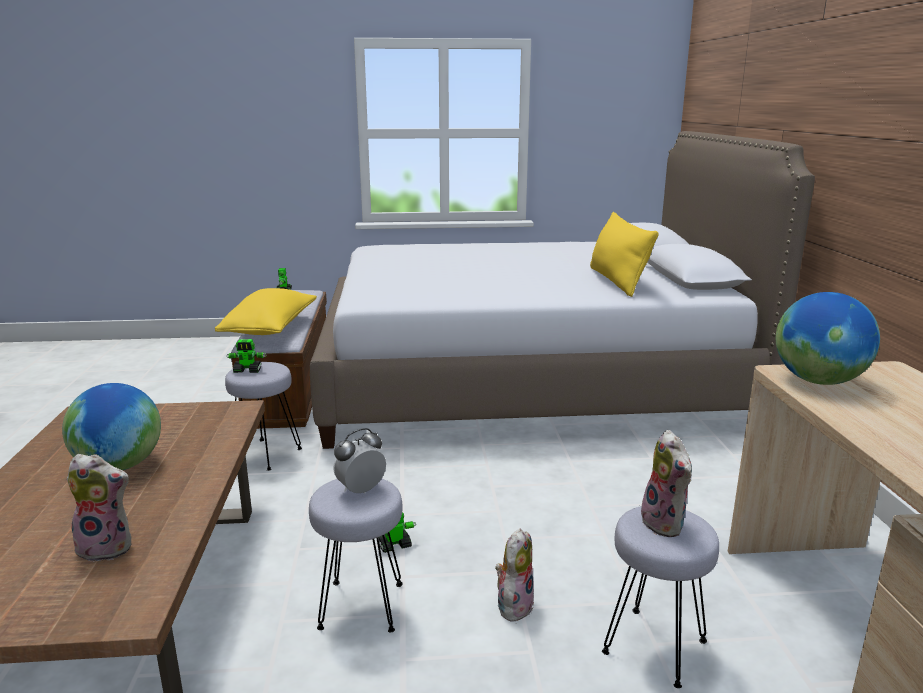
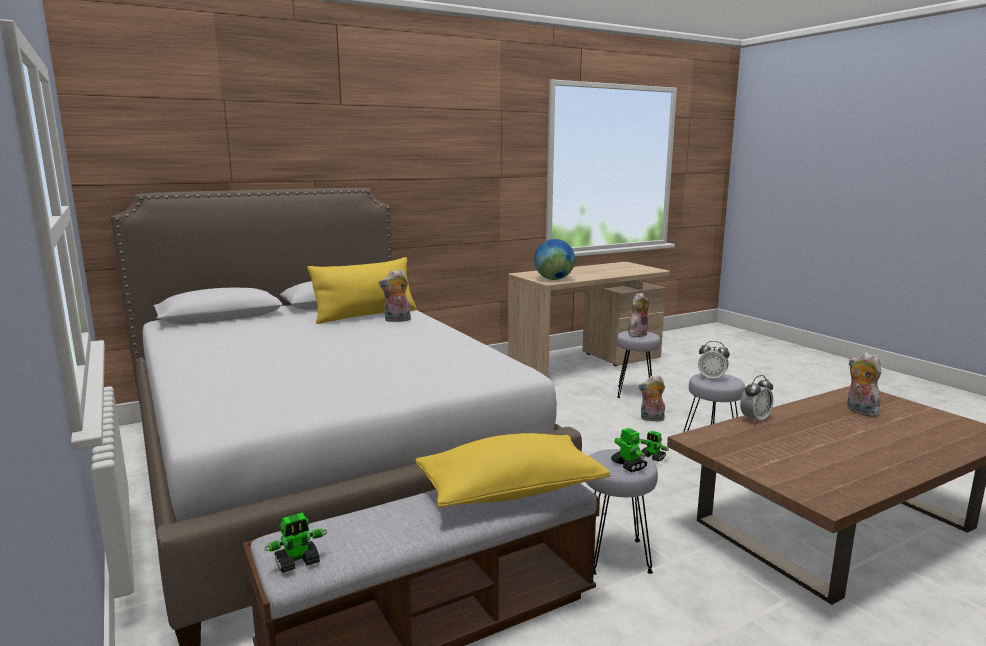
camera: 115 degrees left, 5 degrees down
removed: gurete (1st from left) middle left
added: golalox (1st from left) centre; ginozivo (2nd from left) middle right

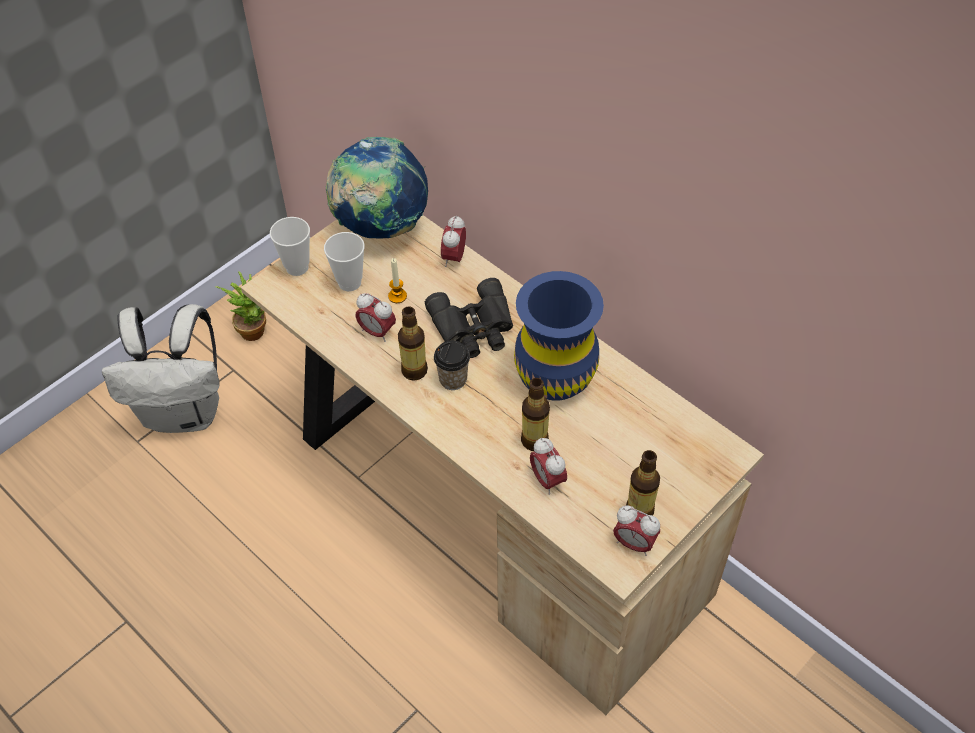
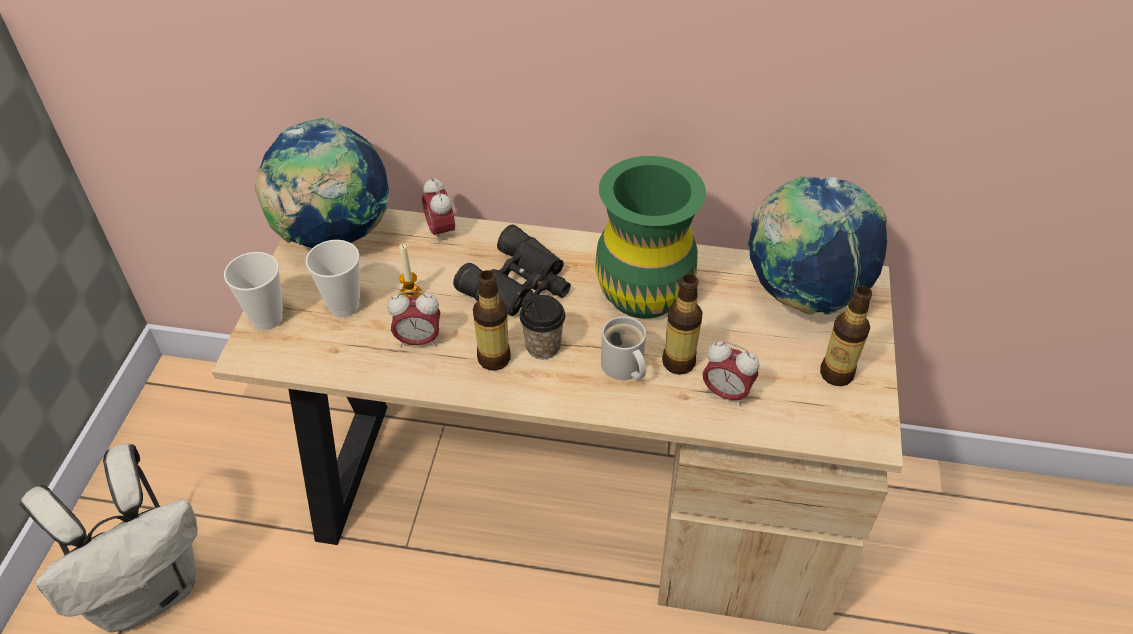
camera: 35 degrees left, 5 degrees down
removed: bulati middle left; ginozivo (4th from left) bottom centre
added: gurete (2nd from left) middle right; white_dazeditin centre
recoloured: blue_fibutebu centre to green_fibutebu centre

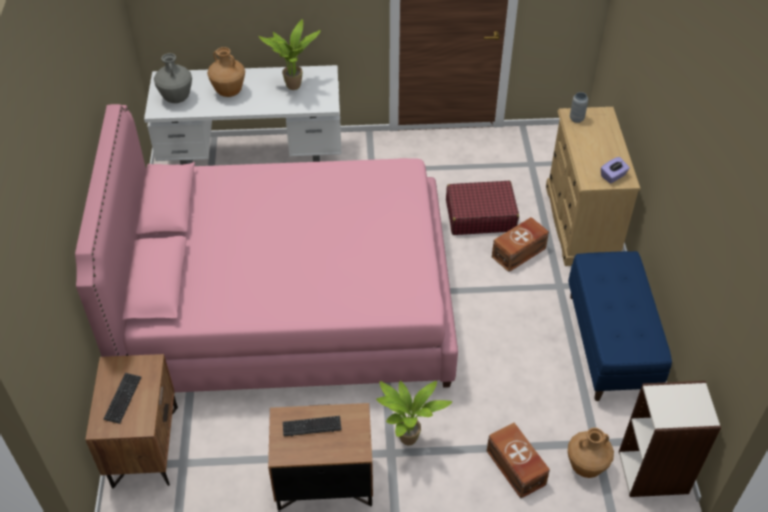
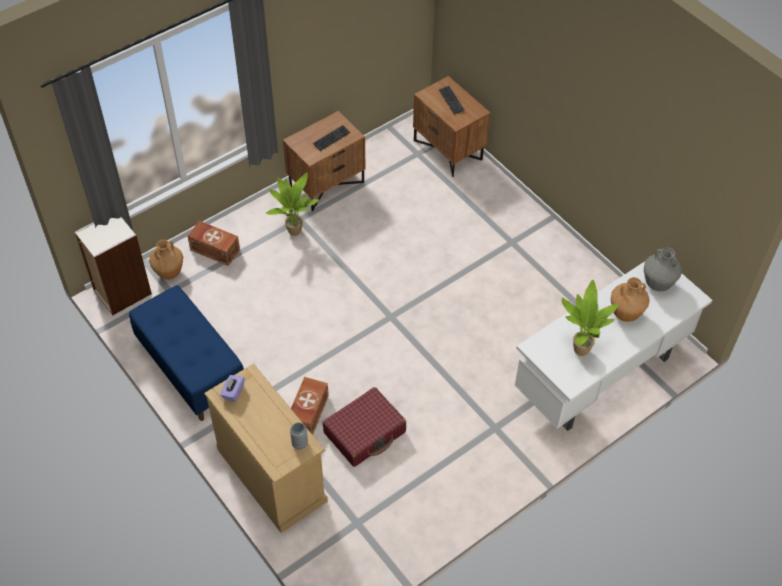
camera: 145 degrees right, 5 degrees up
removed: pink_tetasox centre

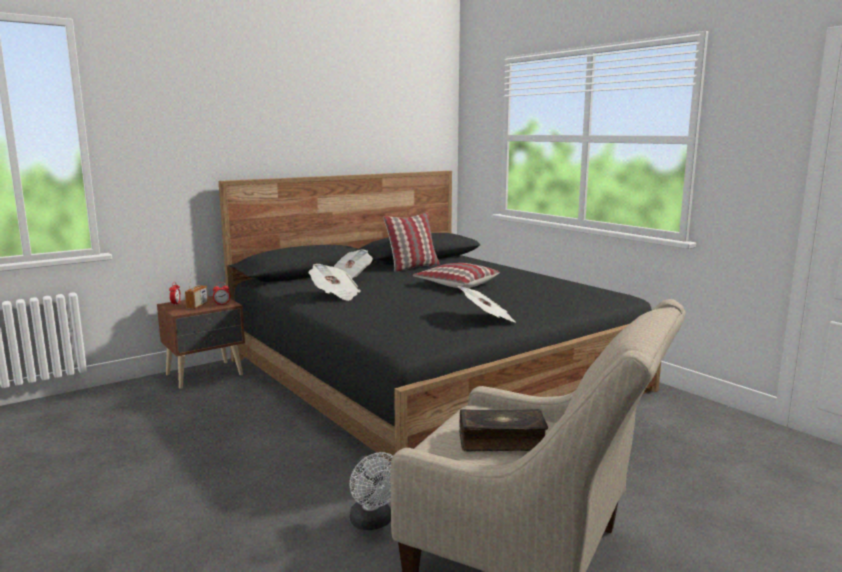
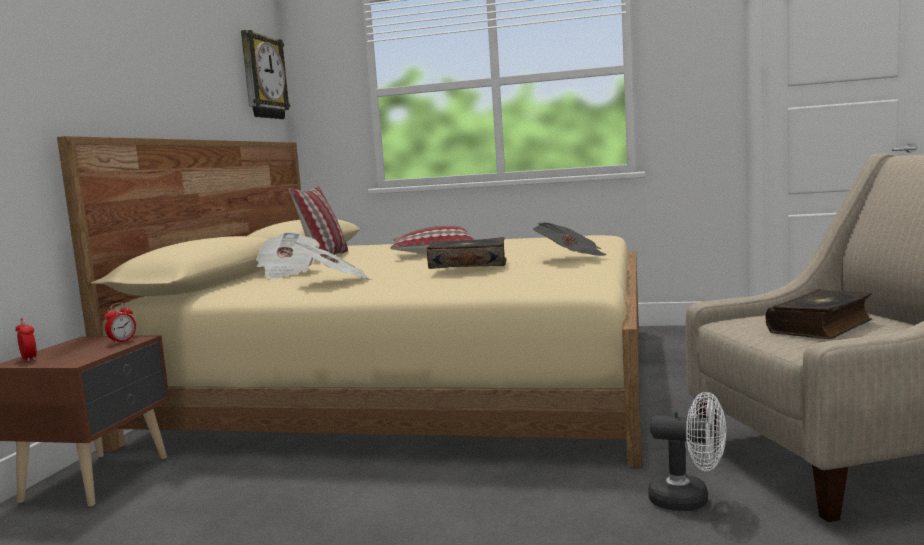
camera: 40 degrees left, 5 degrees down
removed: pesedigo middle left
added: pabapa top left; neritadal (1st from left) centre
recoloured: black_tetasox centre to beige_tetasox centre

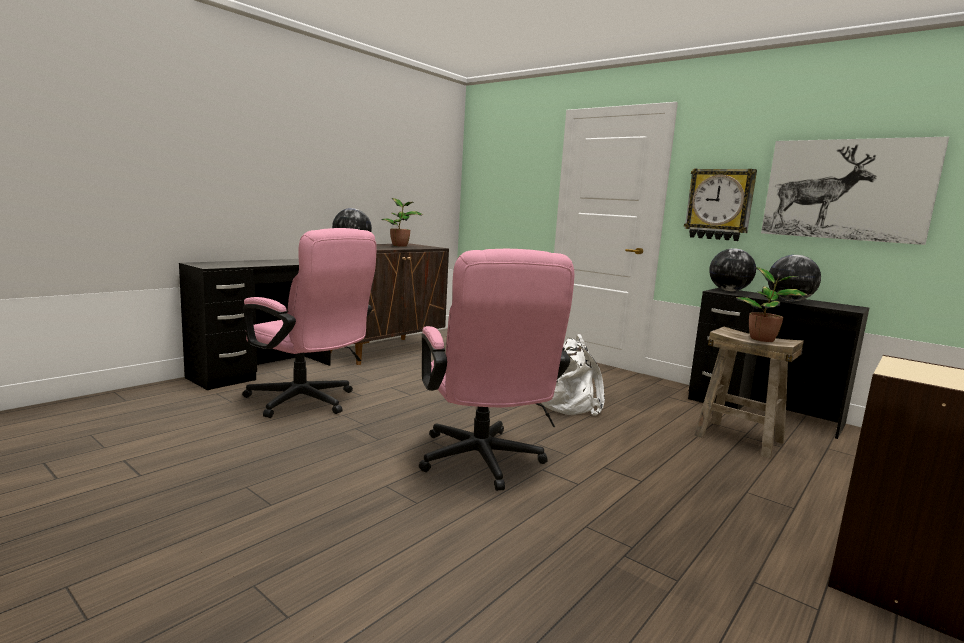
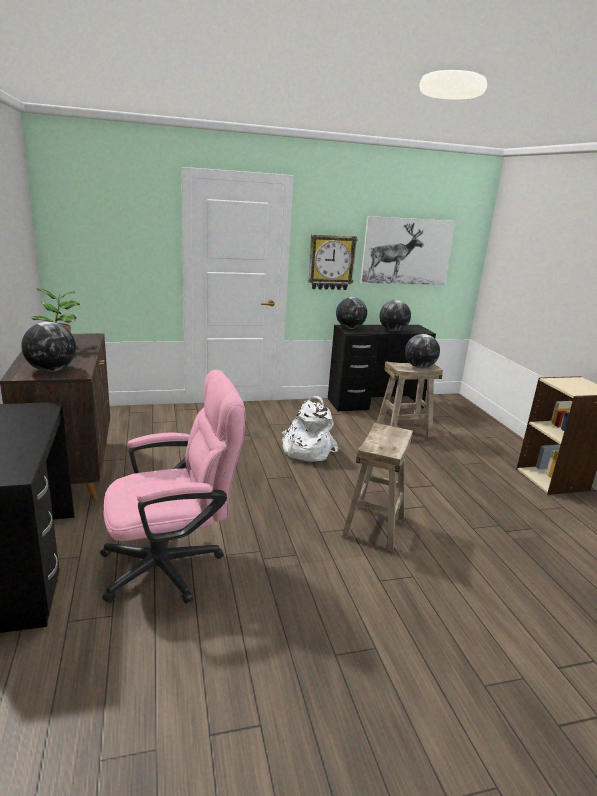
camera: 55 degrees left, 10 degrees up
replaced: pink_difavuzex (2nd from left) centre to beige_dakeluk (1st from left) centre; bulati (2nd from left) middle right to gurete (4th from left) middle right

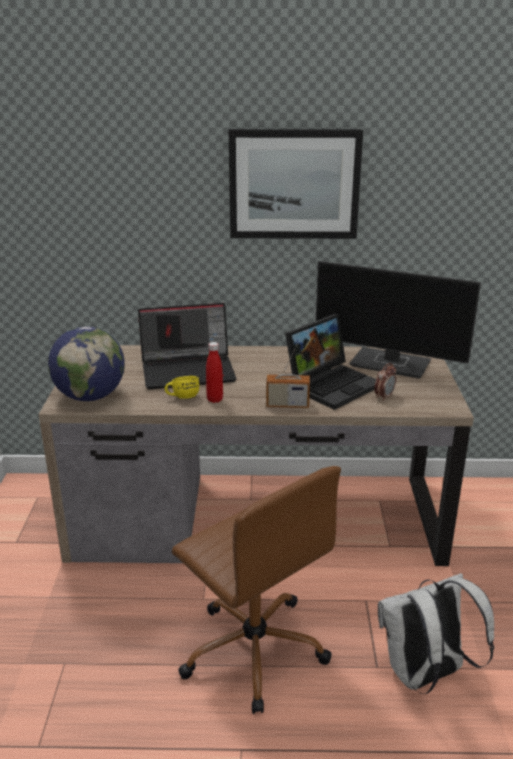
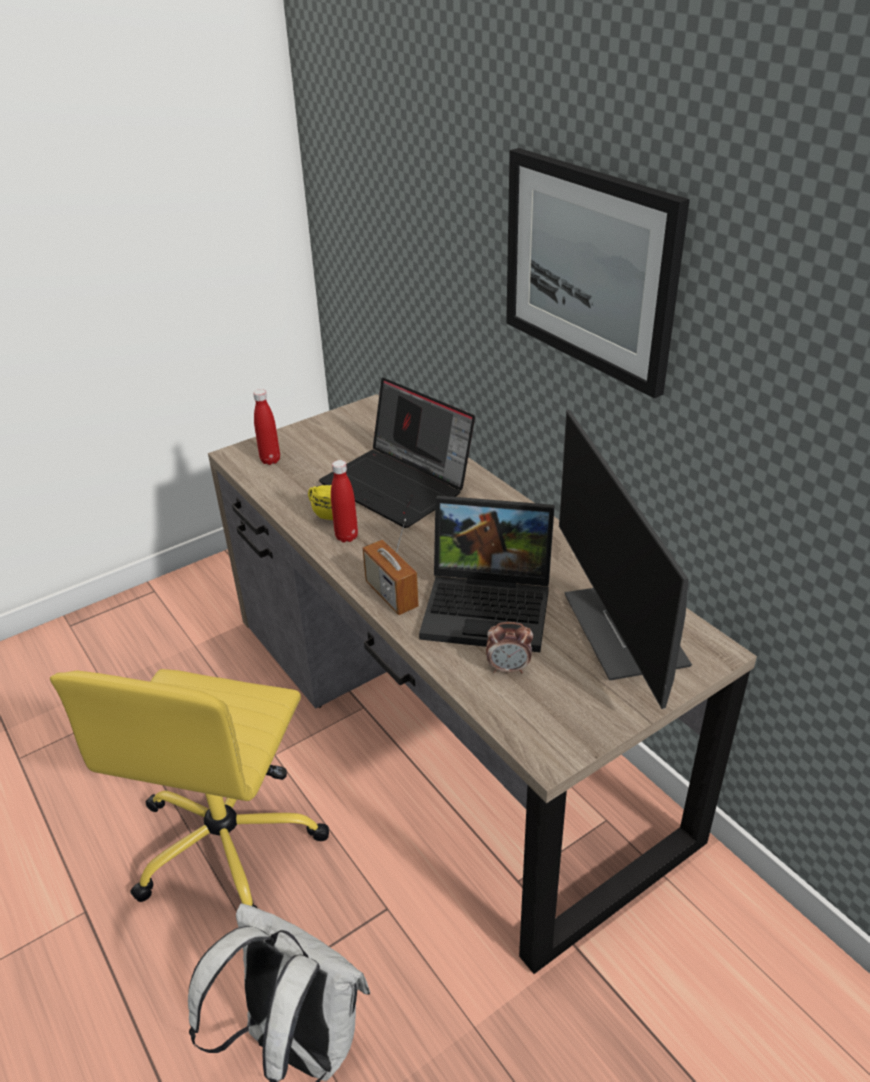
camera: 55 degrees right, 10 degrees up
replaced: gurete middle left to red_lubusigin (1st from left) middle left
recoloured: brown_difavuzex bottom centre to yellow_difavuzex bottom left

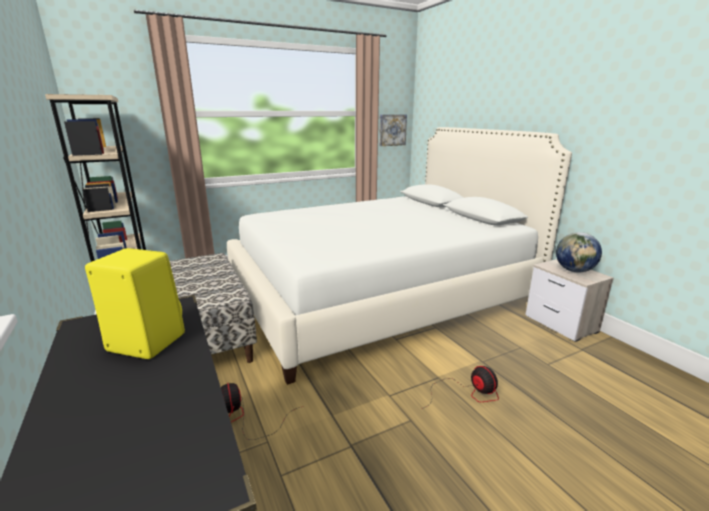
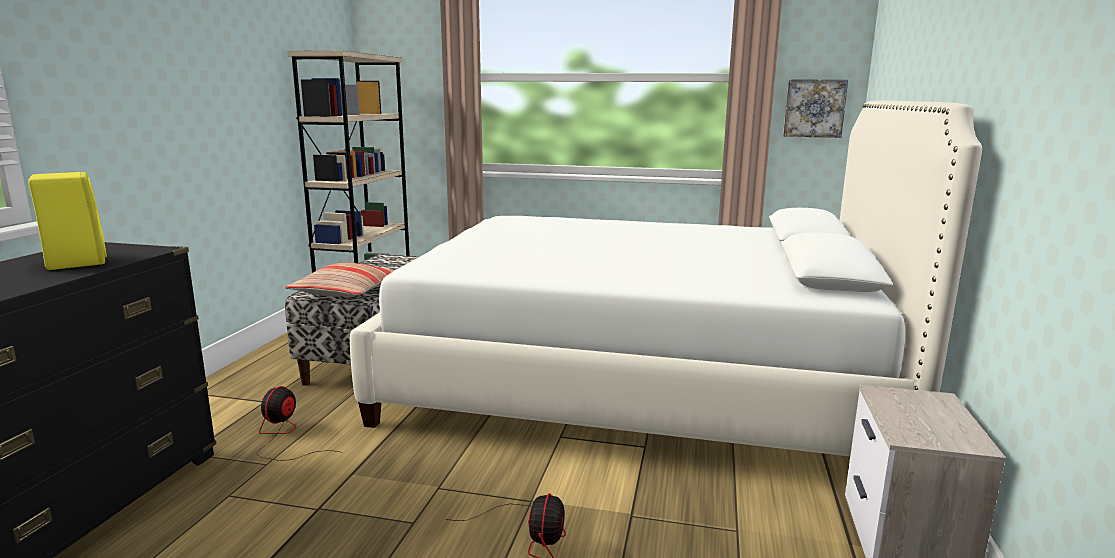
camera: 40 degrees right, 5 degrees down
removed: gurete middle right
added: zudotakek middle left

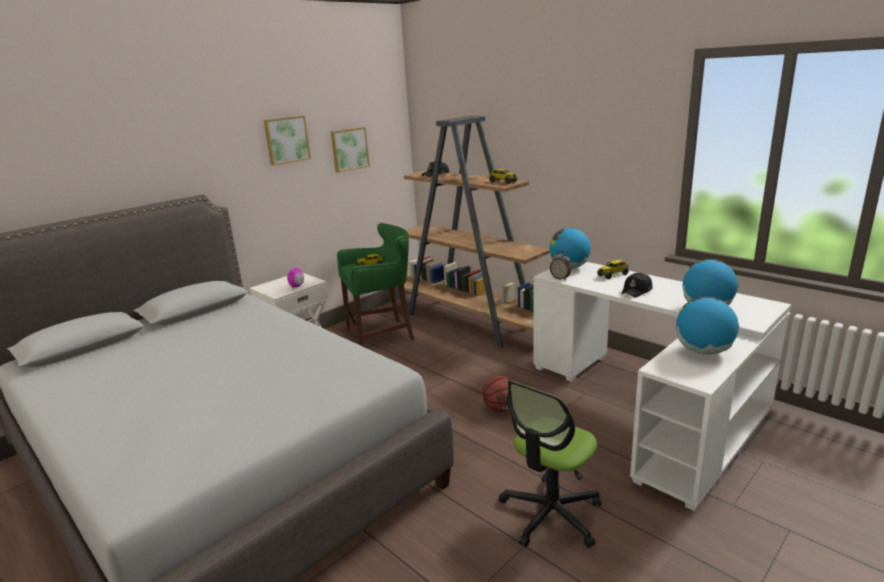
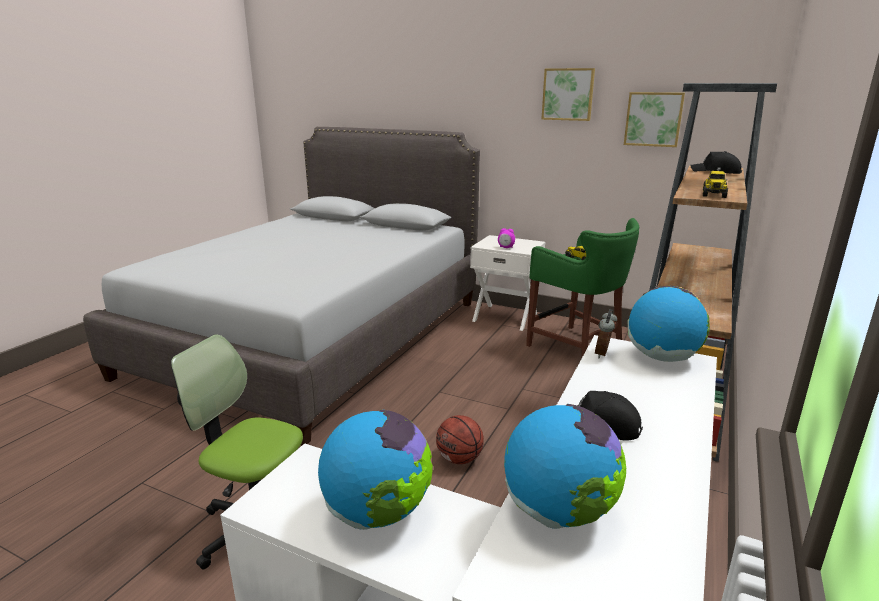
camera: 70 degrees right, 0 degrees up
removed: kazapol (3rd from left) middle right

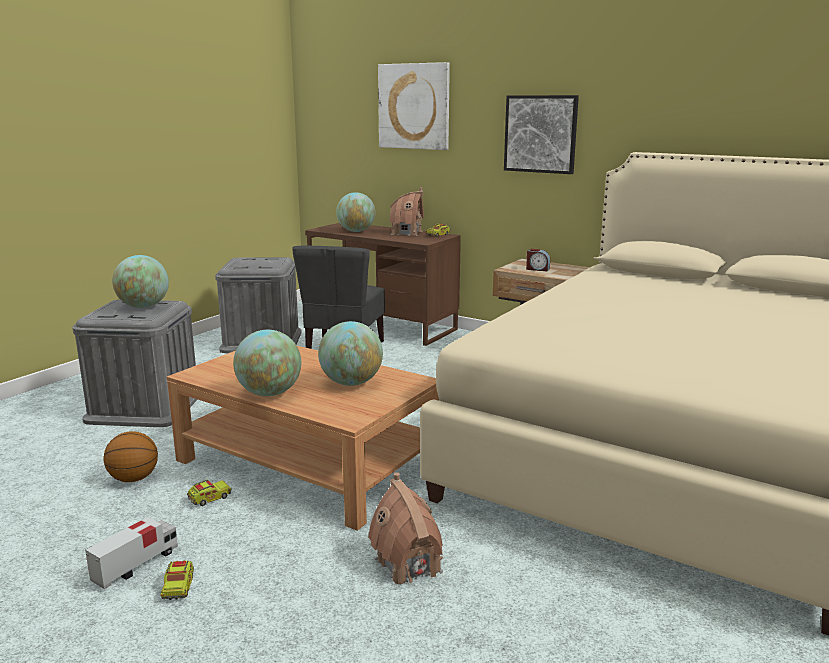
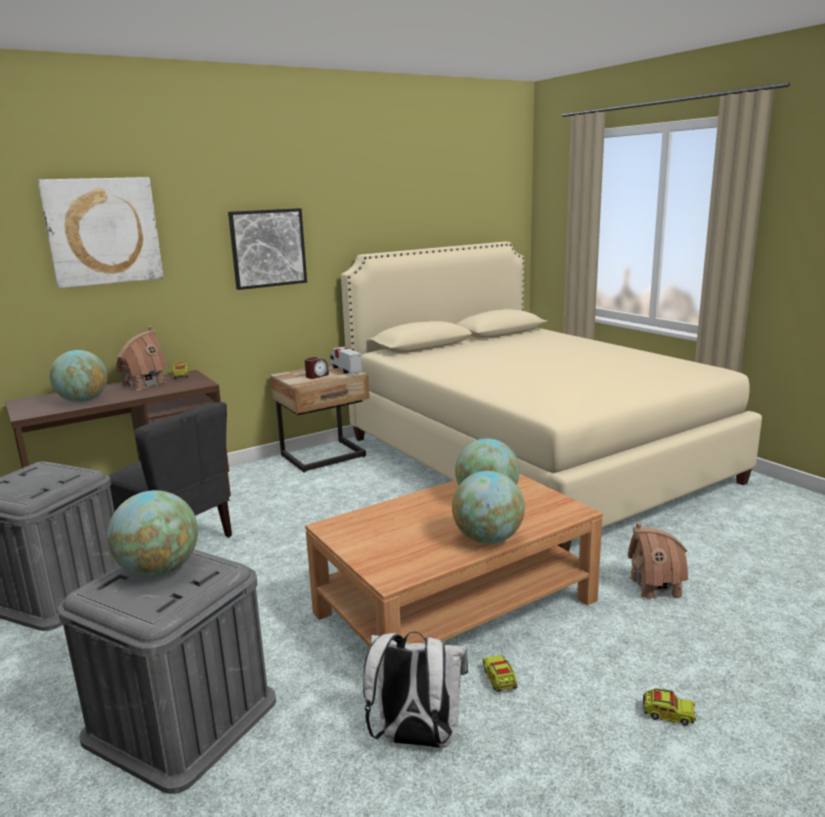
camera: 65 degrees left, 0 degrees up
moved: kazapol (1st from left in the first image) bottom left to kazapol (2nd from left) centre
replaced: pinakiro bottom left to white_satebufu bottom centre

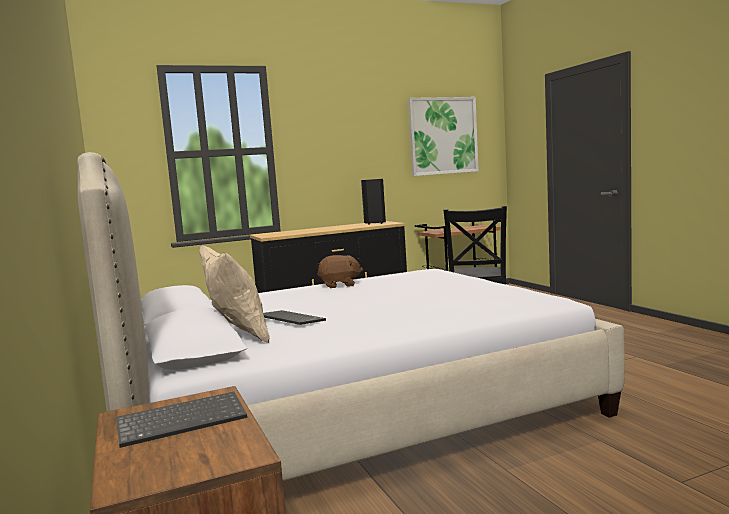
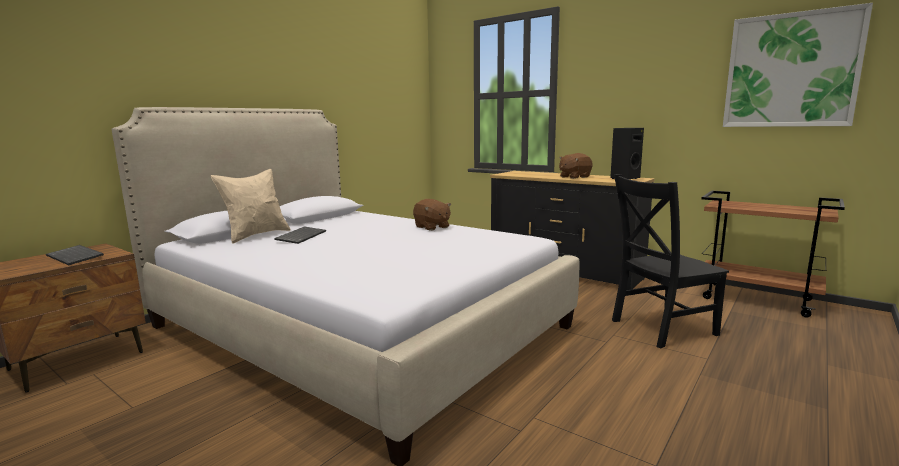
camera: 60 degrees right, 5 degrees up
added: brown_golalox (2nd from left) centre

